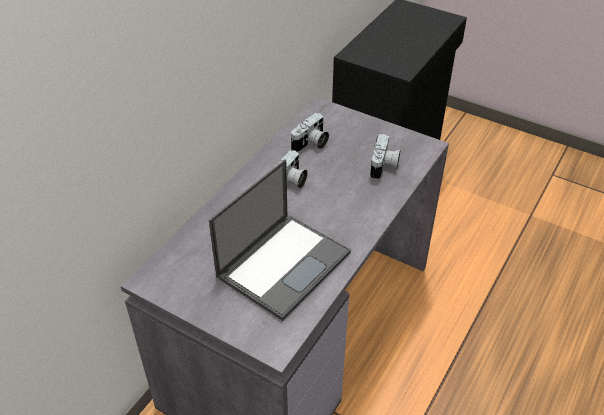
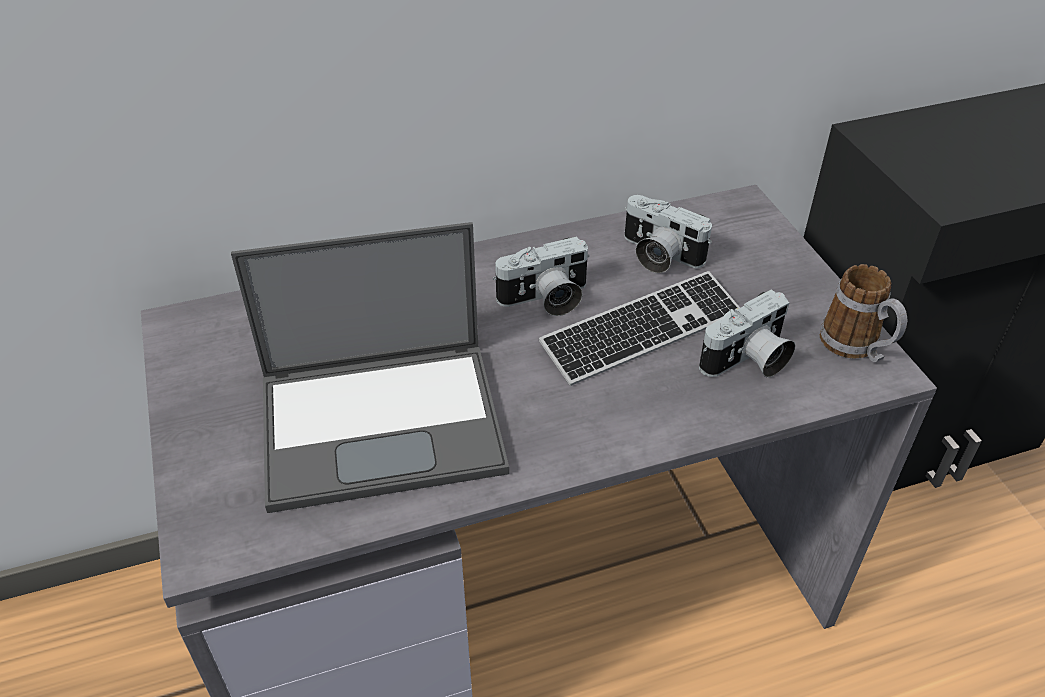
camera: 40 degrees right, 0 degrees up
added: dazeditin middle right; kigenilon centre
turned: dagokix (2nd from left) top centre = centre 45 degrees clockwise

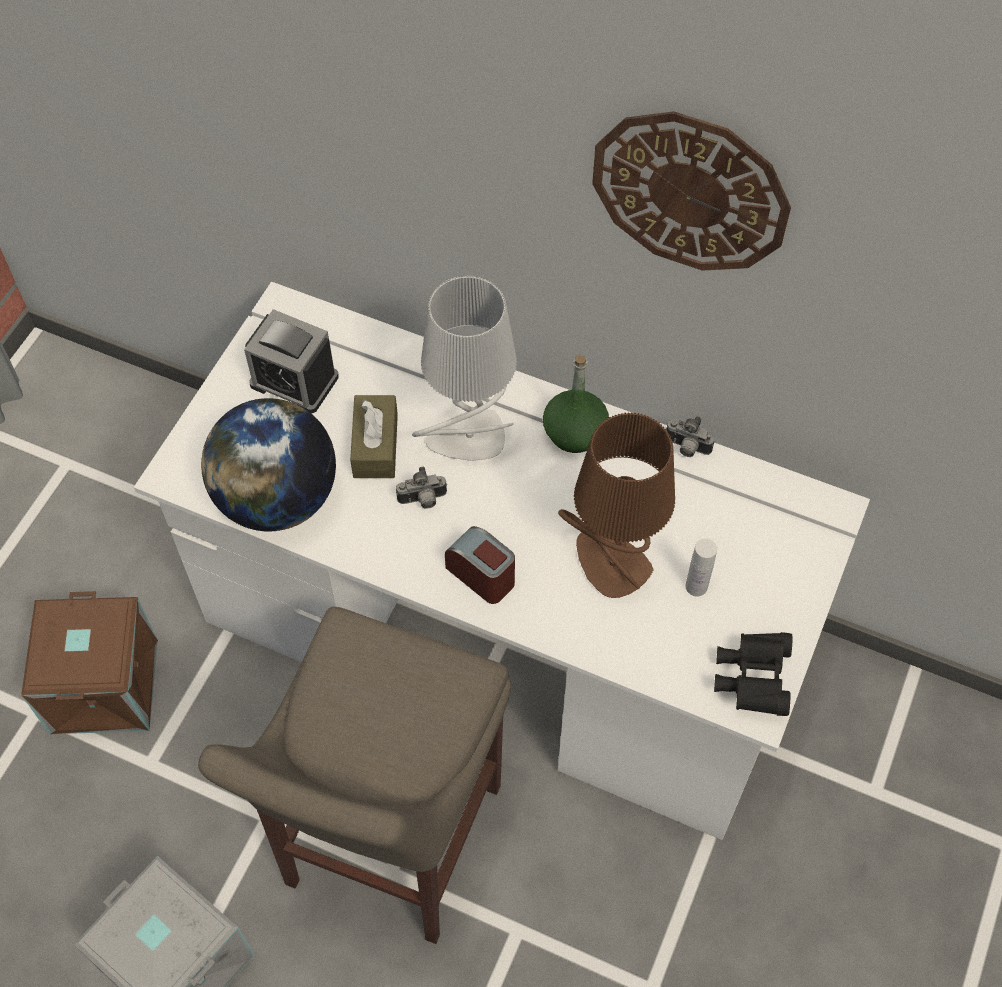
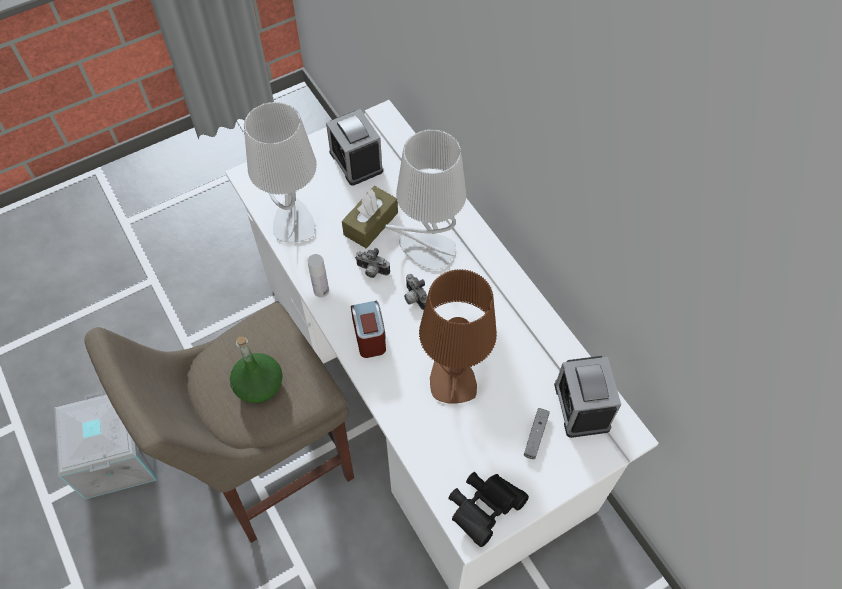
camera: 35 degrees right, 0 degrees up
removed: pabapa top right; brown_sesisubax bottom left
added: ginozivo (3rd from left) bottom right; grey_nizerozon bottom centre
moved: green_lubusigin centre to middle left; dagokix (2nd from left) middle right to centre; white_lubusigin middle right to centre
replaced: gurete middle left to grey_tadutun (1st from left) top left

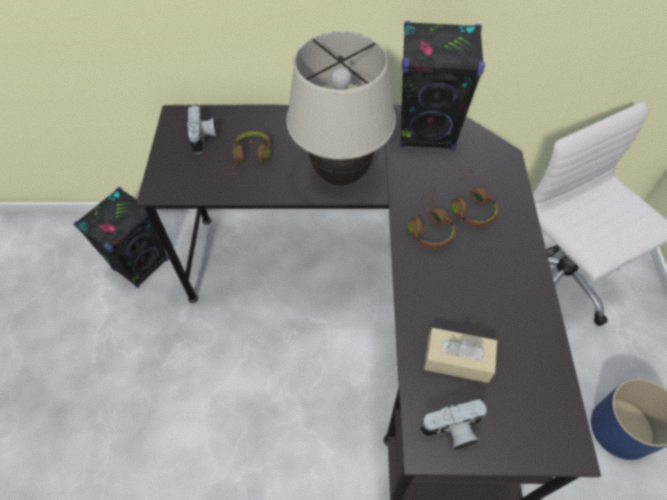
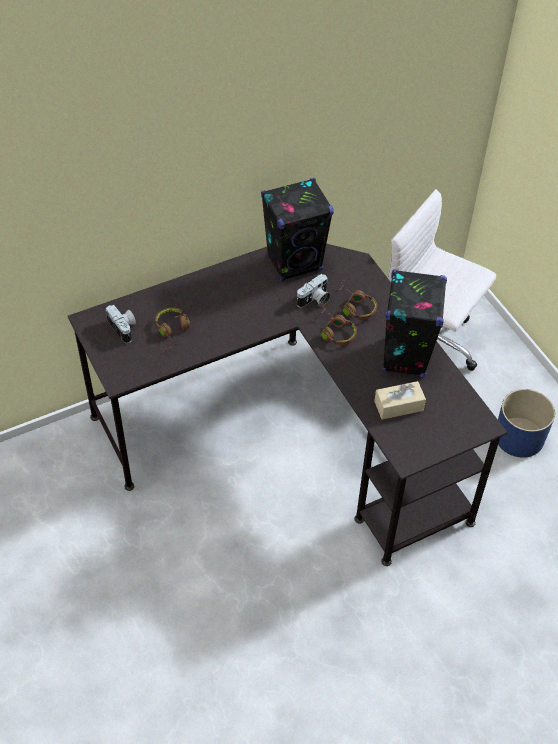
camera: 30 degrees left, 5 degrees down
removed: beige_tadutun top centre
moved: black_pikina (1st from left in the first image) middle left to black_pikina (2nd from left) middle right; dagokix (2nd from left) bottom right to centre

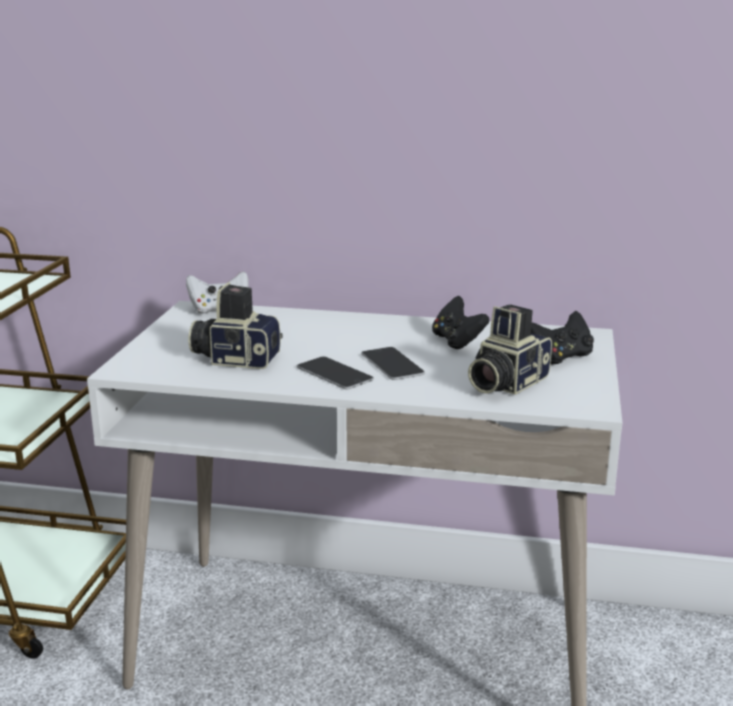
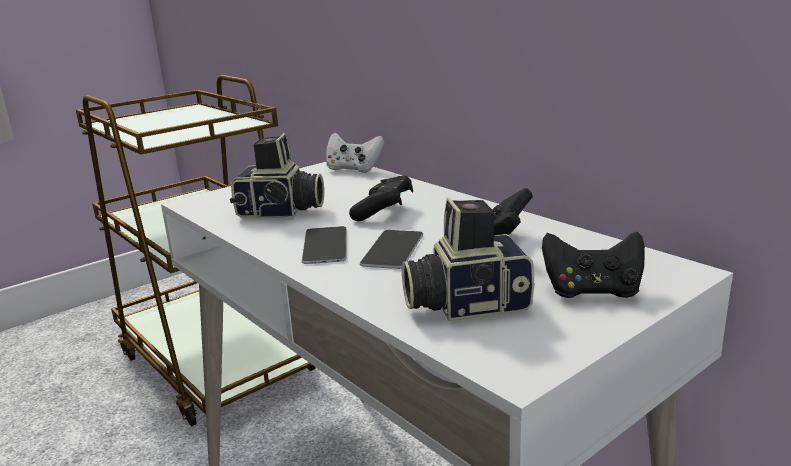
camera: 40 degrees right, 0 degrees up
added: black_nizerozon (1st from left) centre
turned: dagokix (1st from left) middle left = centre 135 degrees clockwise

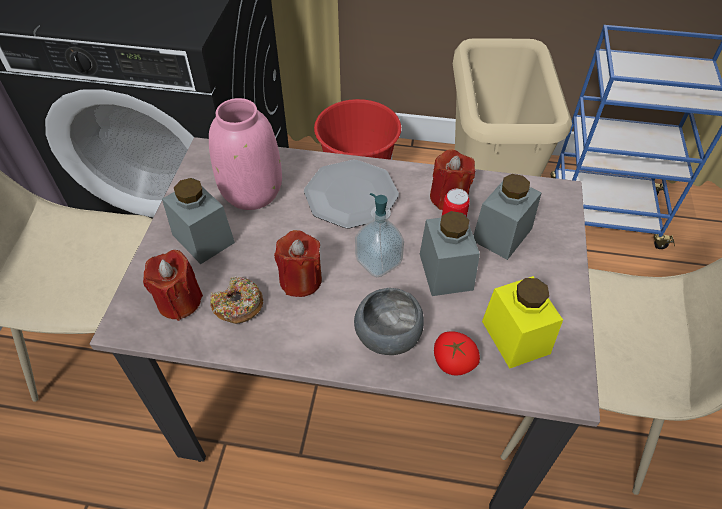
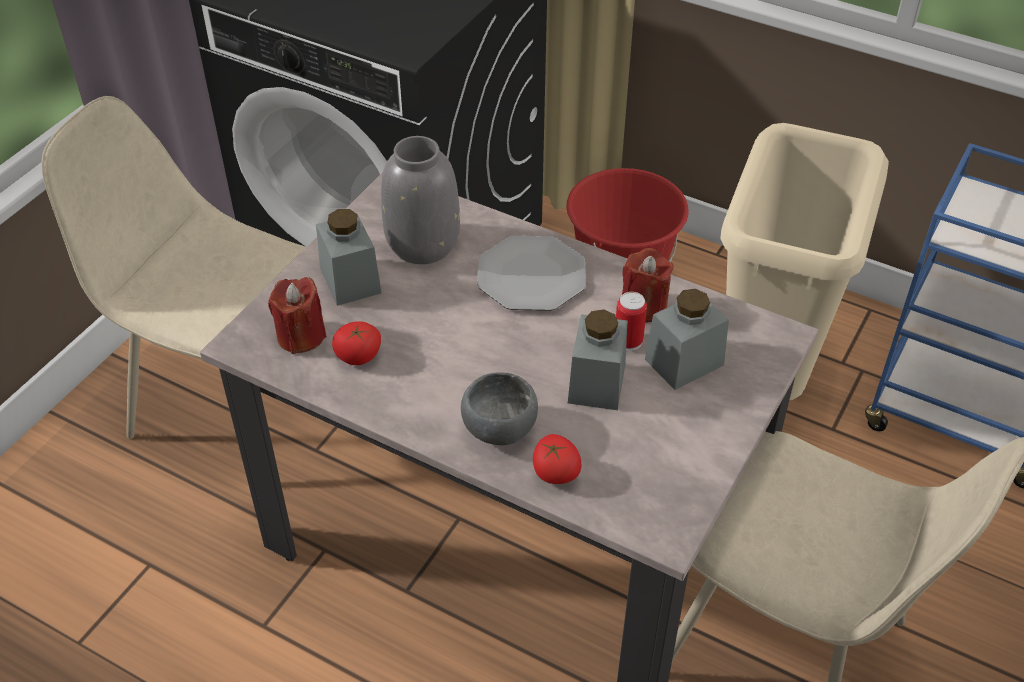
camera: 20 degrees right, 5 degrees down
removed: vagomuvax centre; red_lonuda (2nd from left) centre; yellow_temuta middle right
replaced: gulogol middle left to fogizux (1st from left) centre
recoloured: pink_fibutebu top centre to grey_fibutebu top centre

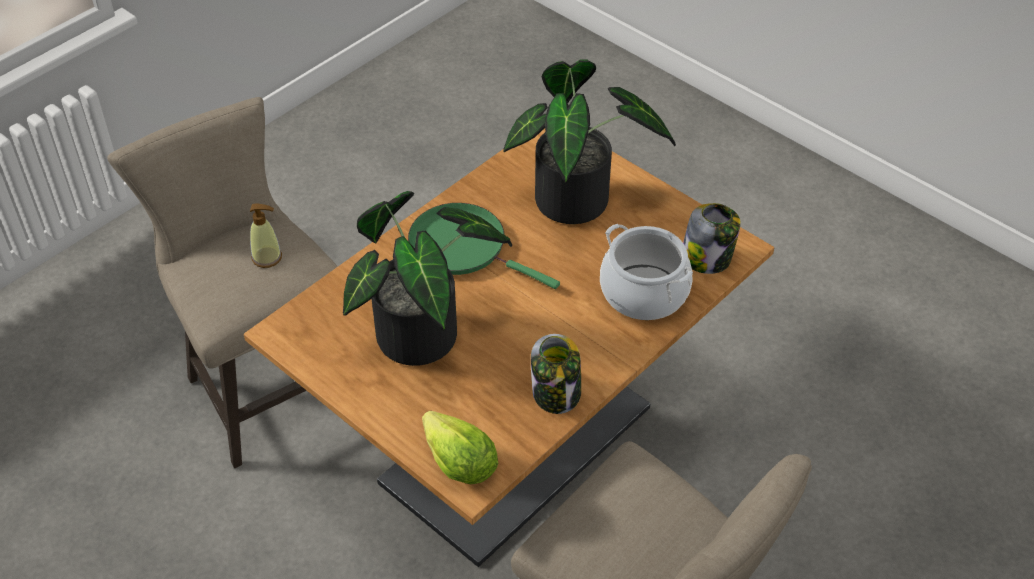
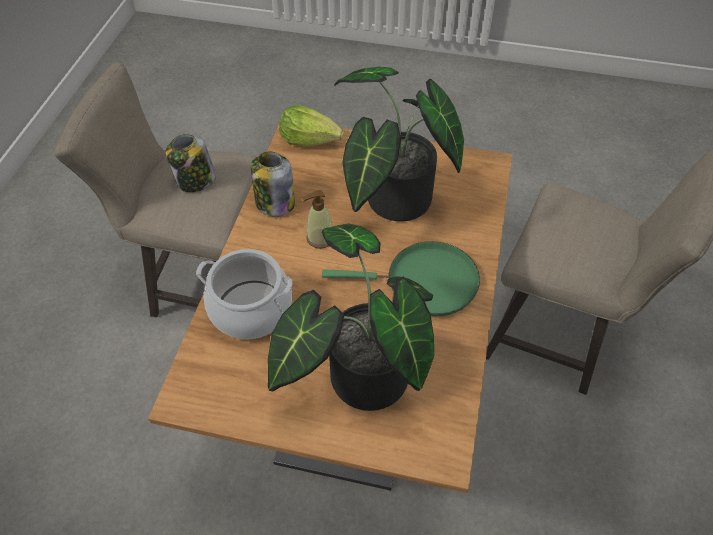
camera: 150 degrees right, 5 degrees up
moved: temuta (2nd from left in the first image) middle right to temuta (1st from left) top left; vagomuvax middle left to centre

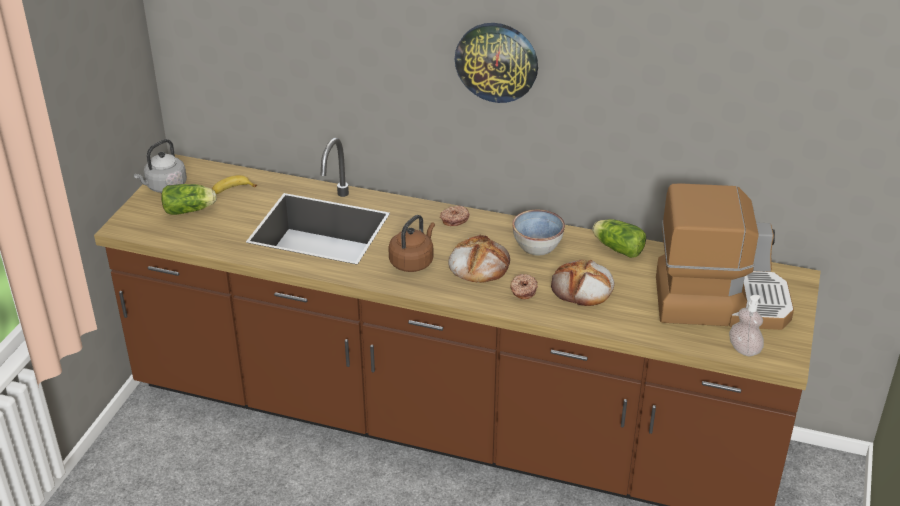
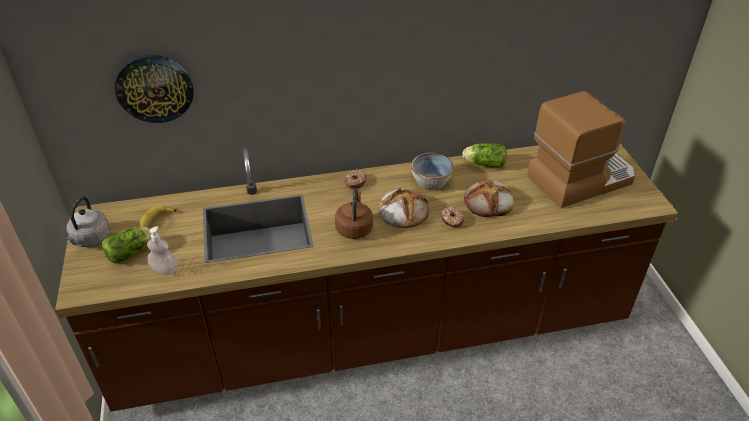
camera: 30 degrees left, 5 degrees up
moved: pabapa top centre to top left; vagomuvax middle right to middle left

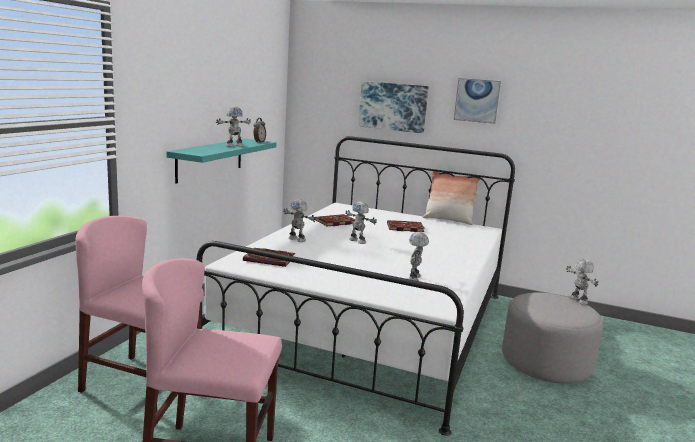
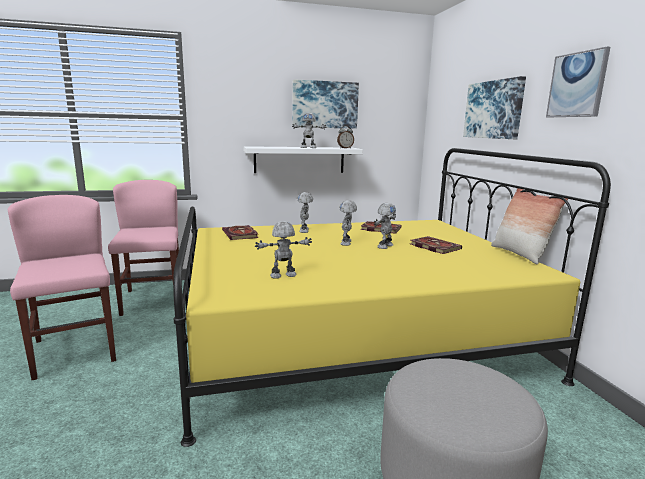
camera: 55 degrees right, 0 degrees up
added: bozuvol (1st from left) top centre
moved: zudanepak (5th from left) middle right to centre
recoloured: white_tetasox centre to yellow_tetasox centre; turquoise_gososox middle left to white_gososox top centre

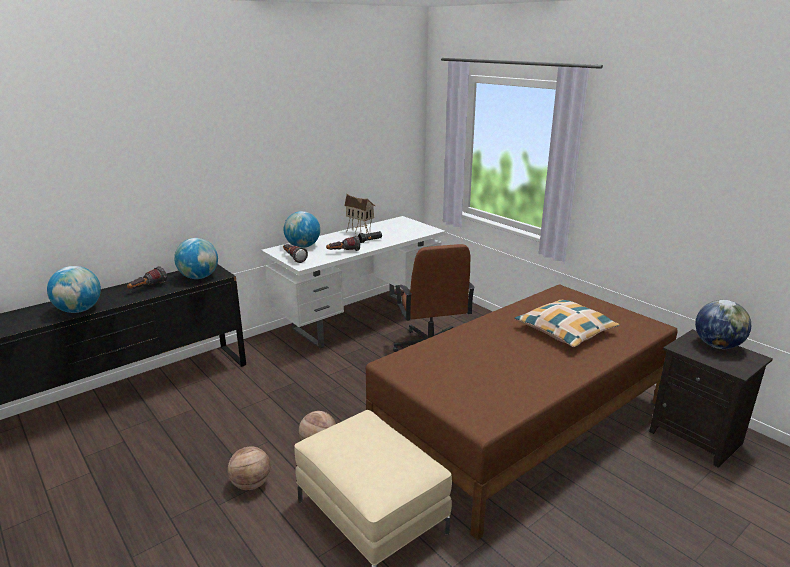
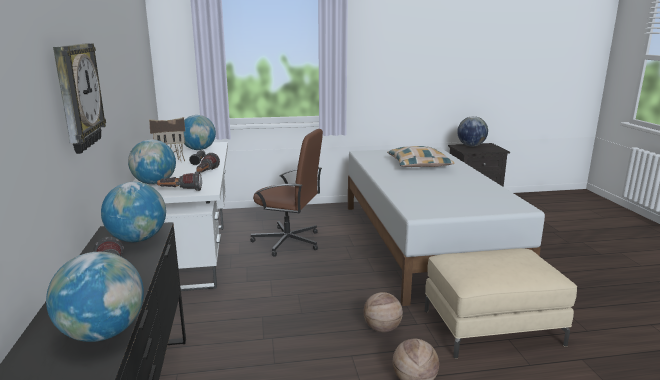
camera: 60 degrees left, 5 degrees down
added: pabapa top left; gurete (4th from left) middle left
recoloured: brown_tetasox bottom centre to white_tetasox middle right

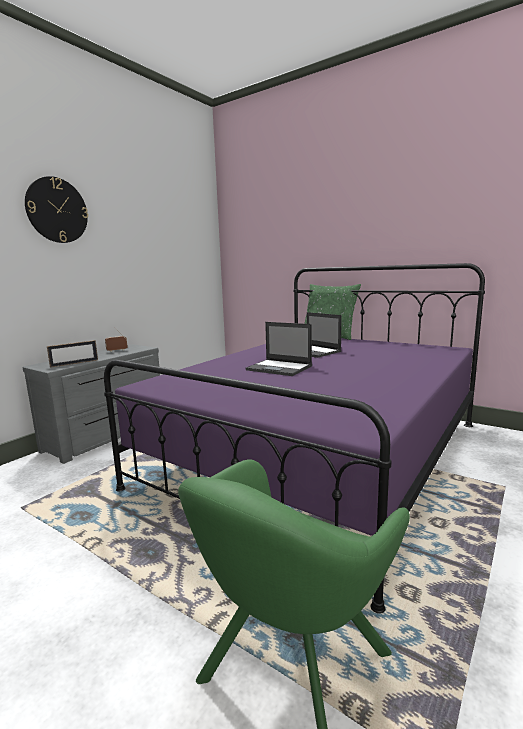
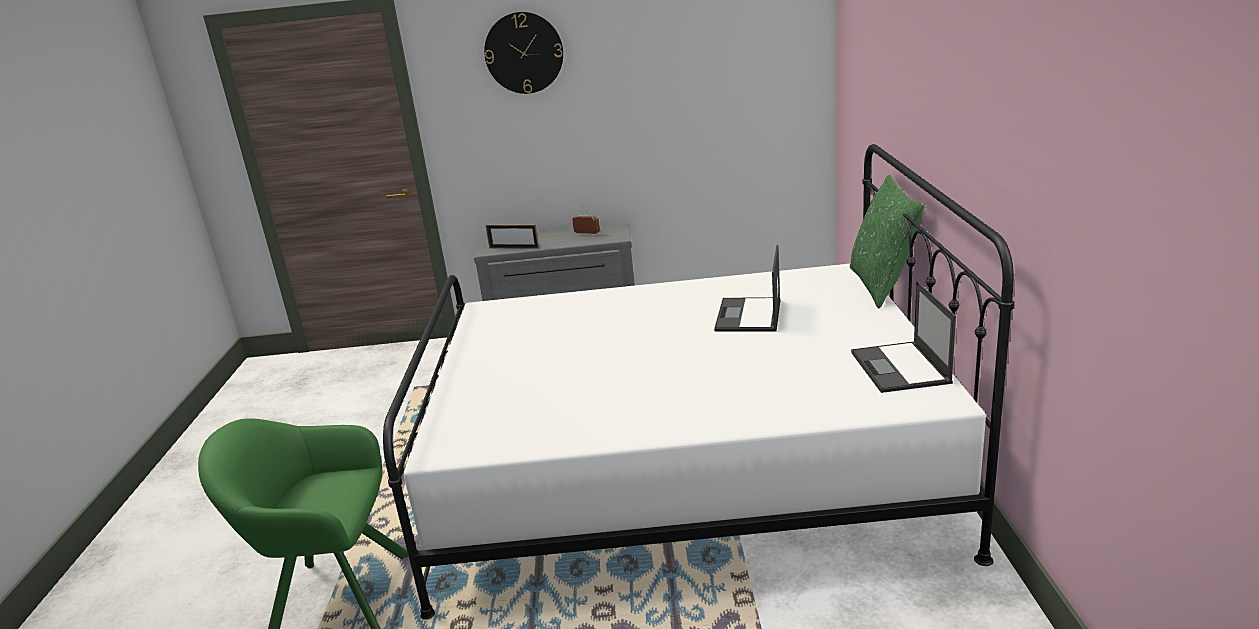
camera: 55 degrees right, 10 degrees up
moved: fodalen (1st from left in the first image) centre to fodalen (2nd from left) middle right
recoloured: purple_tetasox centre to white_tetasox centre

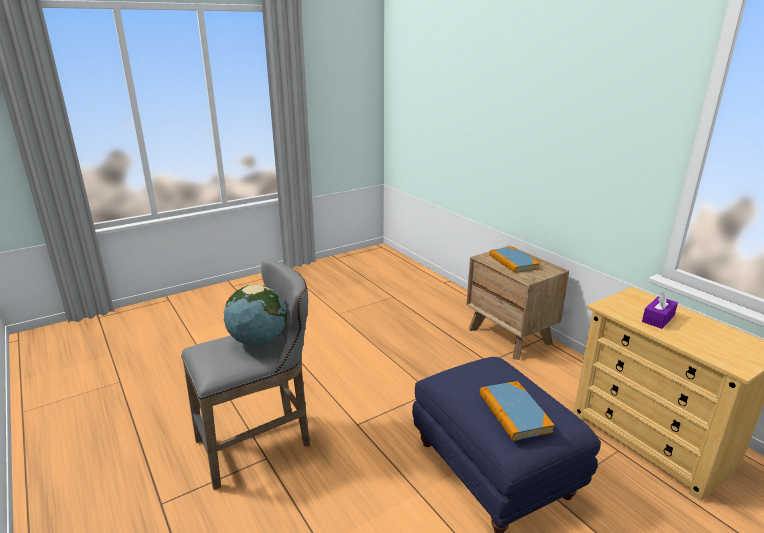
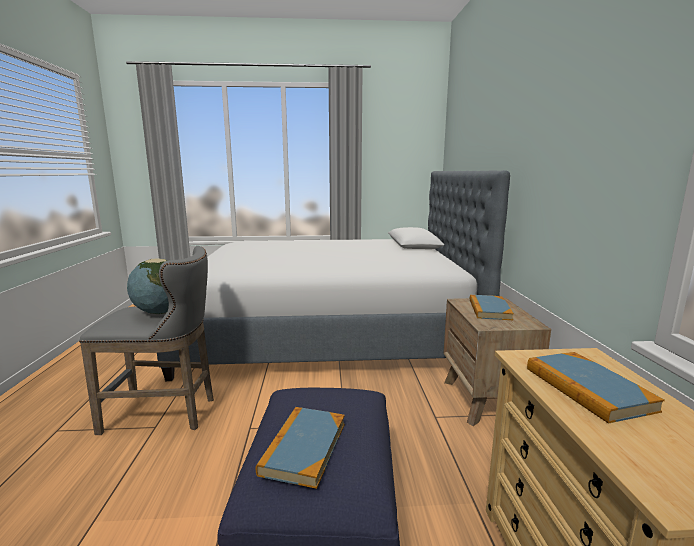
camera: 30 degrees right, 10 degrees down
added: tetasox centre
replaced: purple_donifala middle right to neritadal (3rd from left) bottom right

